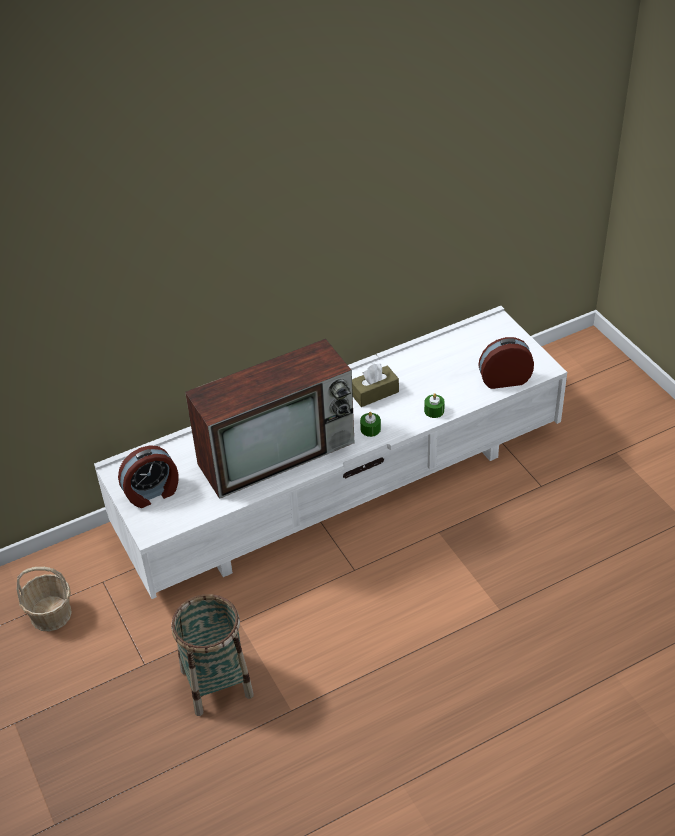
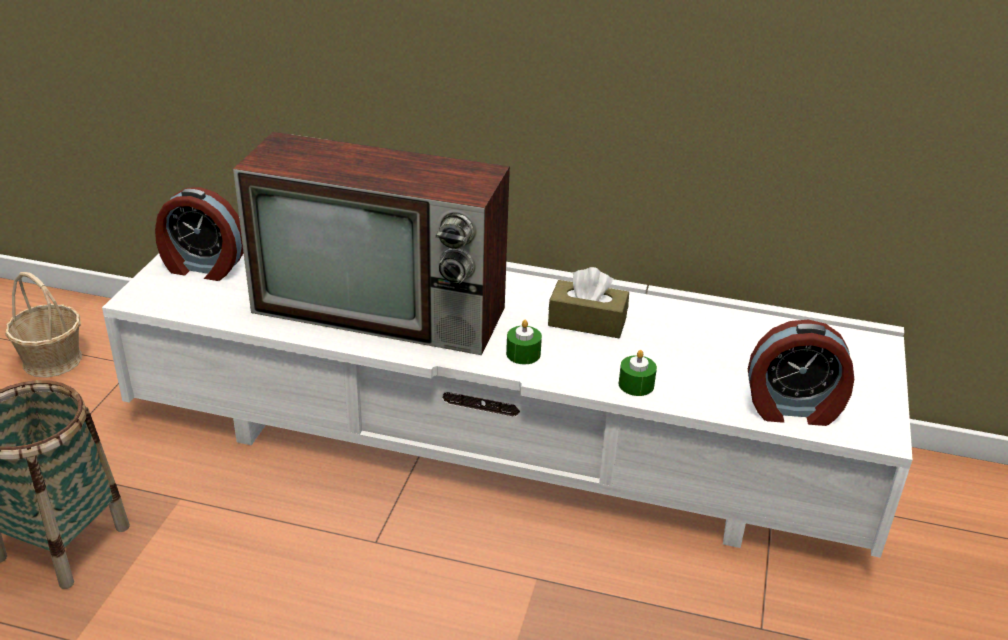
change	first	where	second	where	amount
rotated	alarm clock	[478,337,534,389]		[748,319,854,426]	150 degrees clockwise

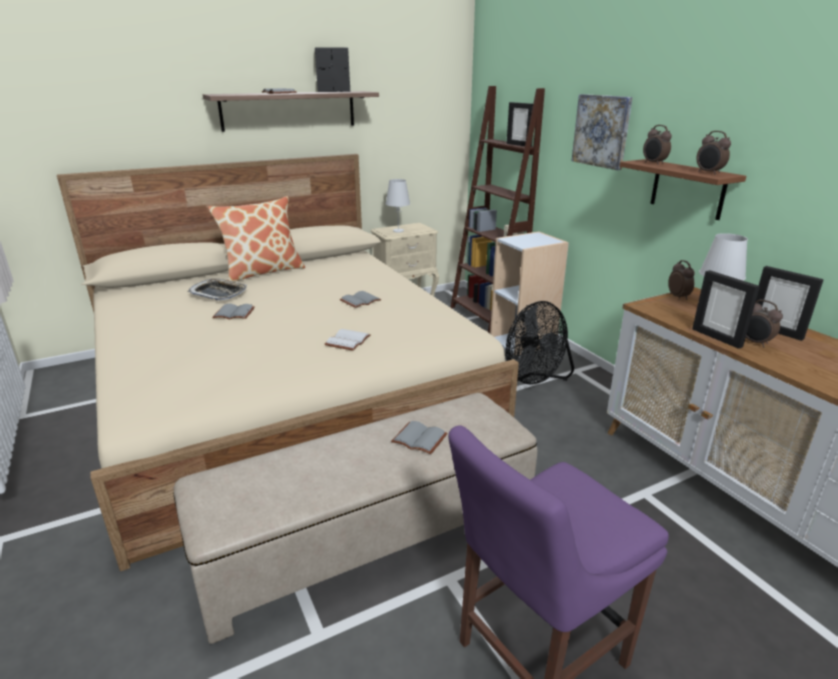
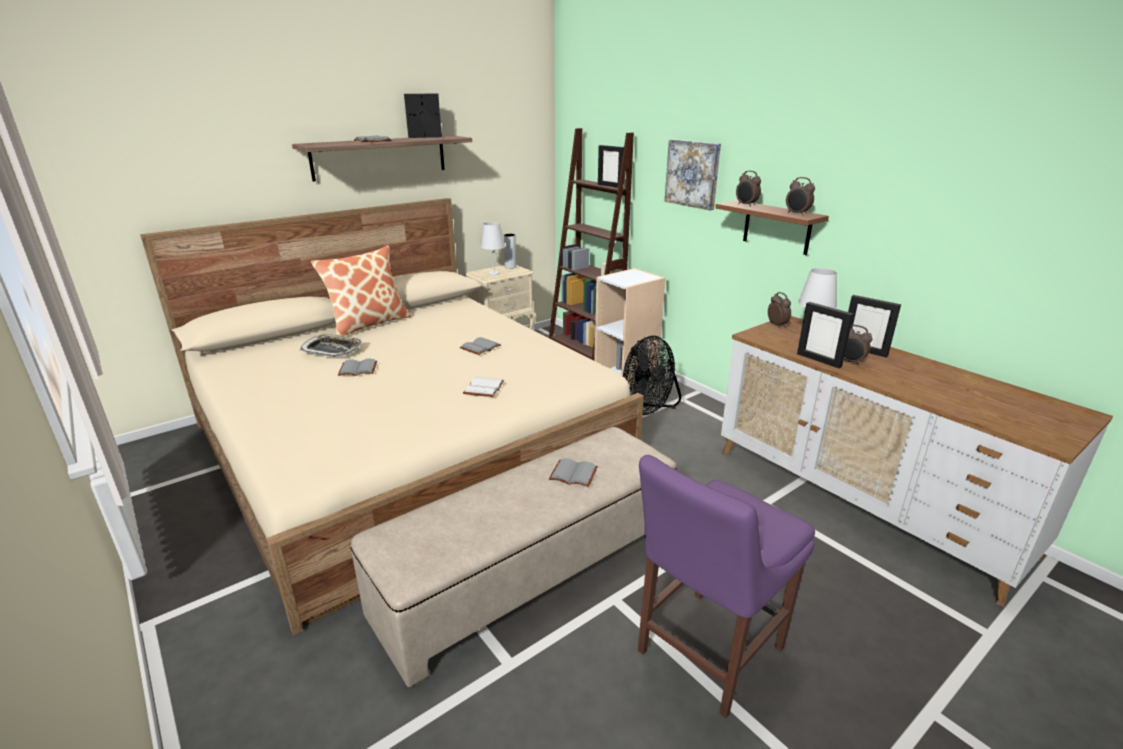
change	first	where	second	where	amount
new			vase (grey)	[503,234,517,269]	

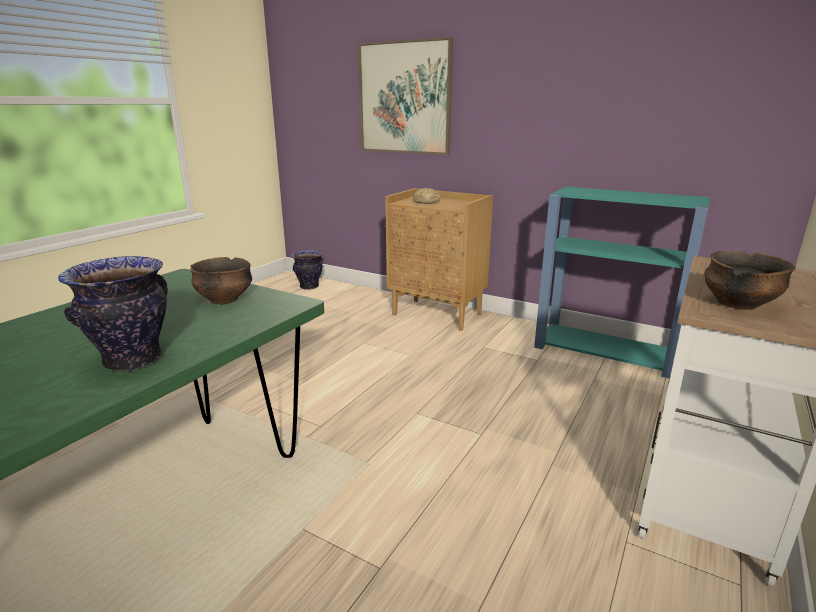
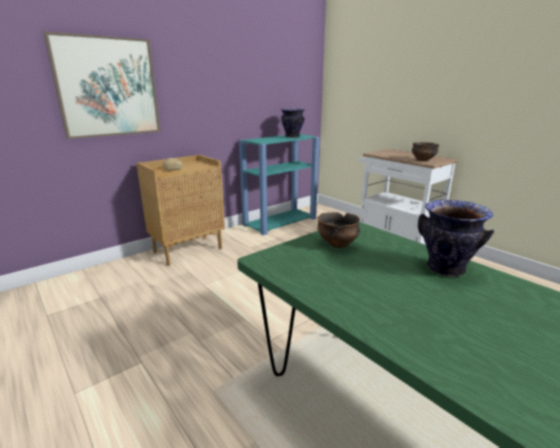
change	first	where	second	where	amount
shifted	vase	[291,250,323,290]		[281,109,305,138]	

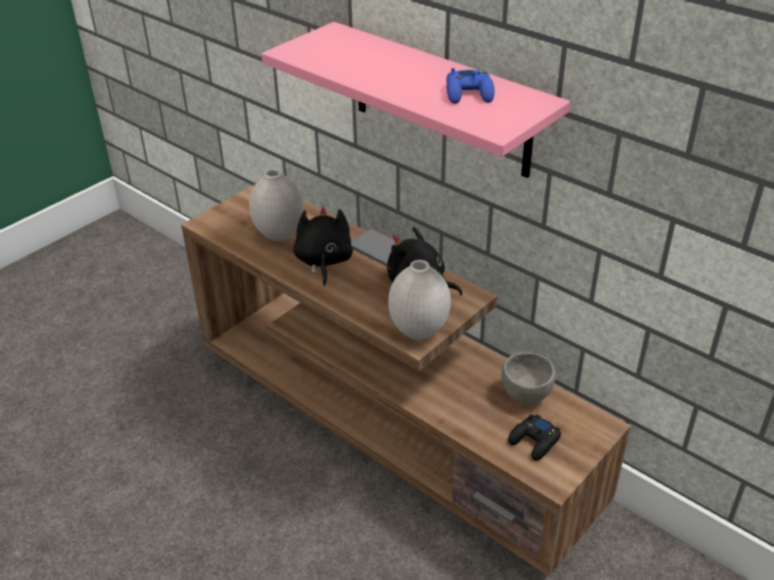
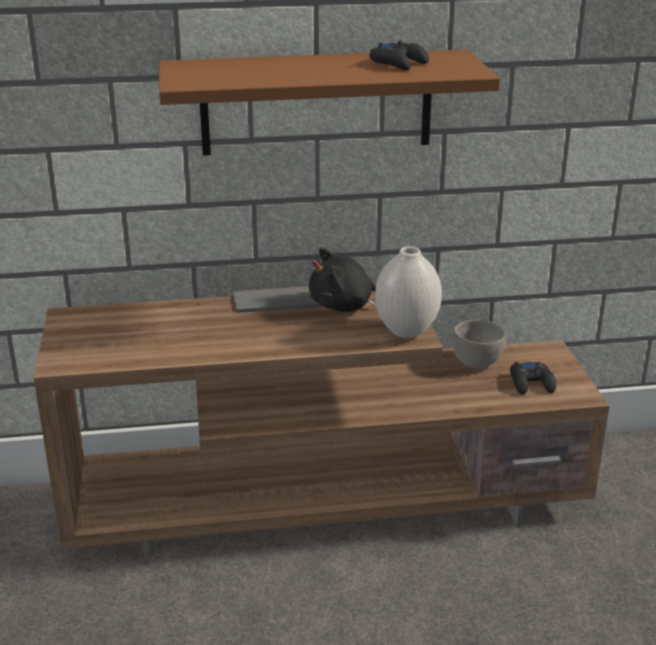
change	first	where	second	where	amount
gone	vase (white)	[249,169,304,241]			
gone	plush toy (black)	[293,206,353,286]			
repainted	shelf (pink)	[261,22,570,178]	shelf (brown)	[159,49,500,156]	
repainted	game controller (blue)	[446,68,495,104]	game controller (black)	[369,40,429,70]	

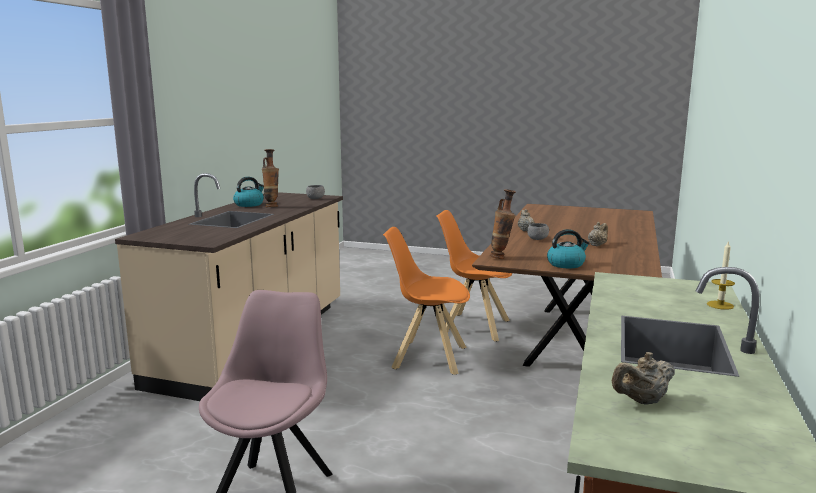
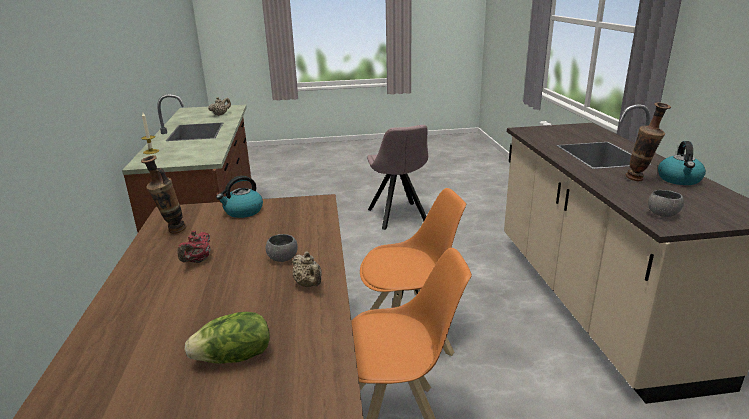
change	first	where	second	where	amount
new			lettuce	[185,312,270,364]	
shifted	vase	[490,190,516,259]		[141,155,186,234]	
repainted	teapot (beige)	[588,222,608,246]	teapot (red)	[177,231,211,263]	

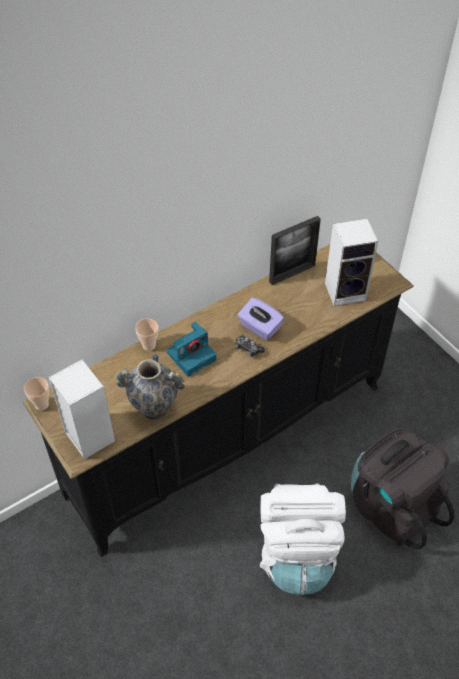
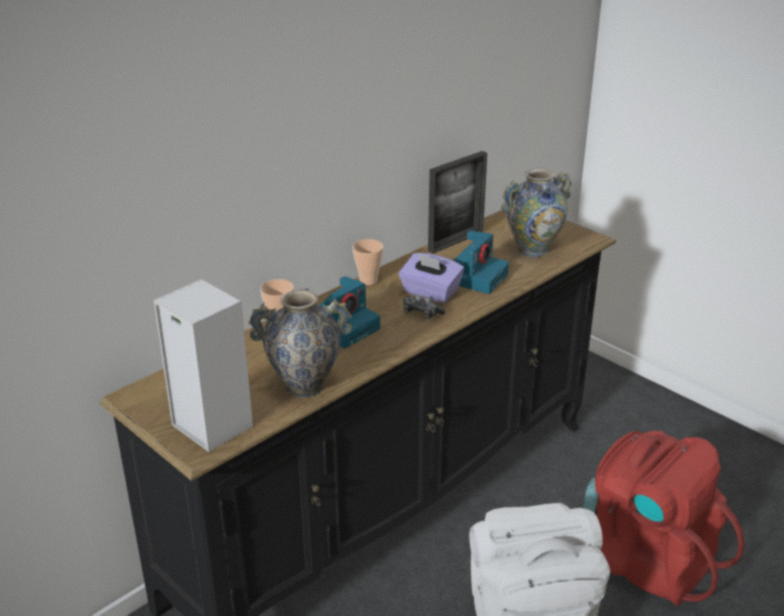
change	first	where	second	where	amount
new			photo camera	[453,230,509,294]	
shifted	cup	[24,377,49,411]		[352,239,384,285]	
swapped	speaker	[325,219,378,306]	vase	[501,168,572,257]	
repainted	backpack (black)	[351,429,454,549]	backpack (red)	[583,431,745,605]	

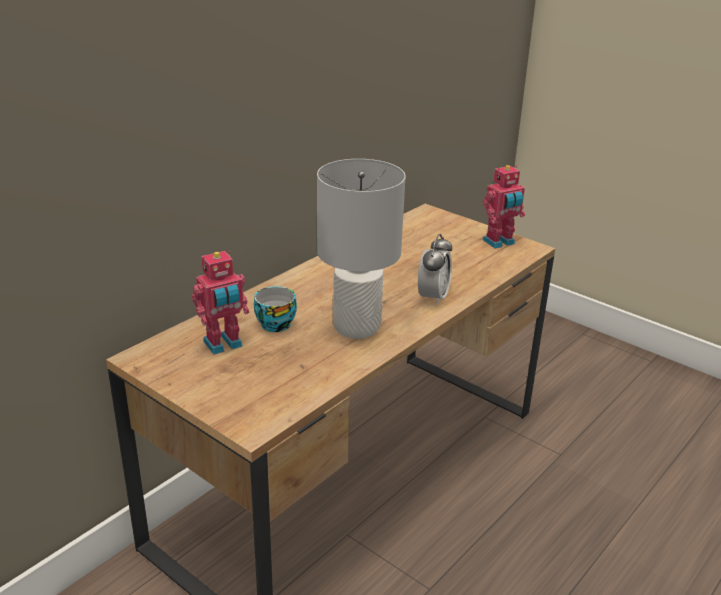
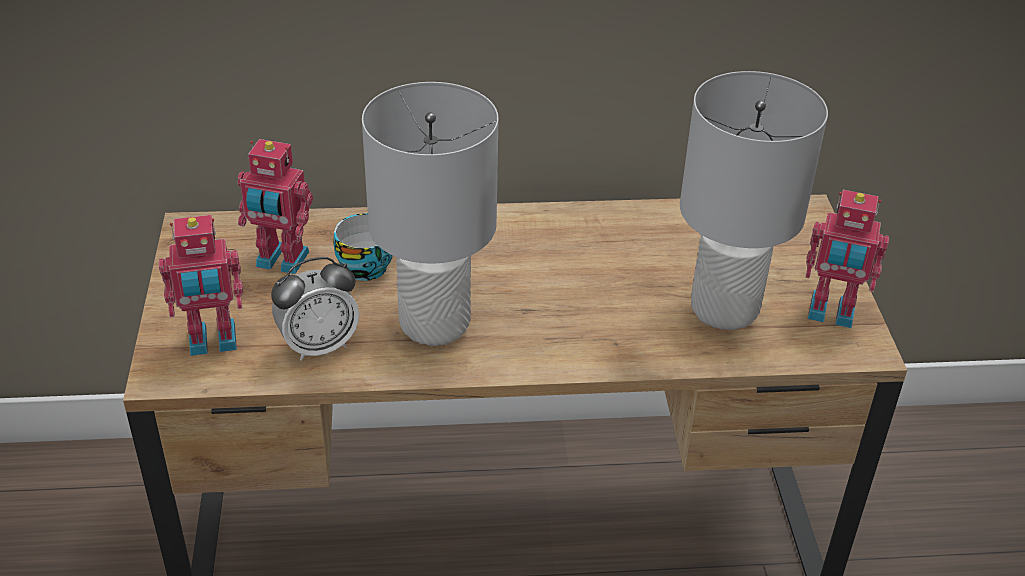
change	first	where	second	where	amount
new			toy robot	[159,215,243,356]	
new			table lamp (grey)	[680,71,828,330]	
shifted	alarm clock	[418,234,452,305]		[271,257,359,361]	

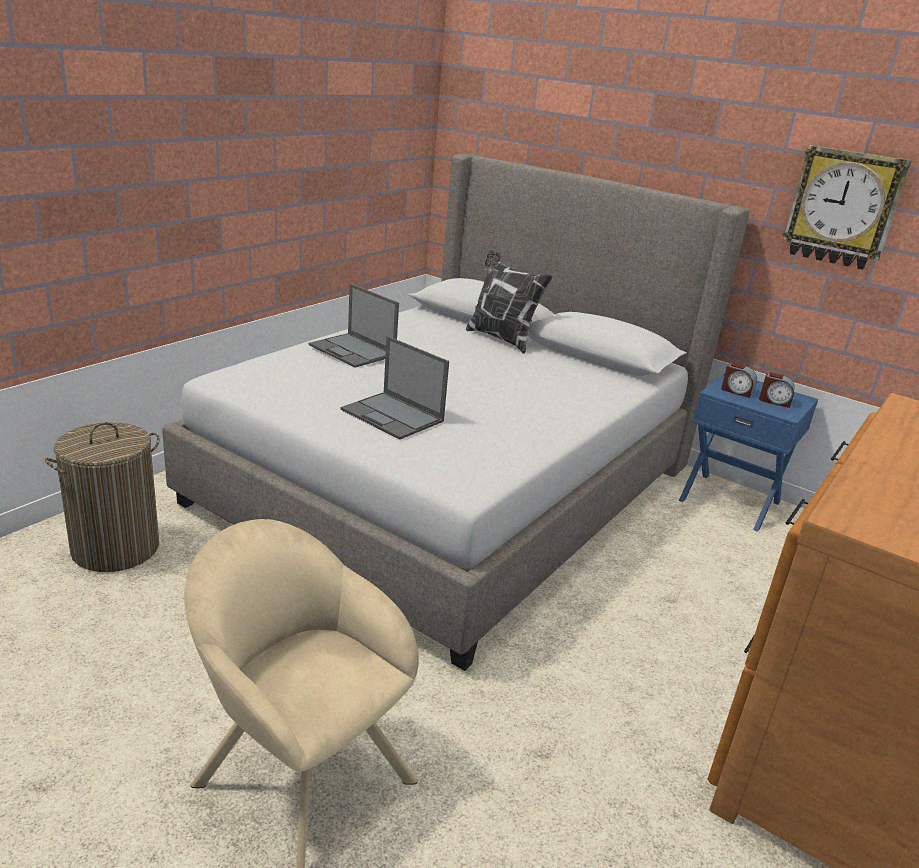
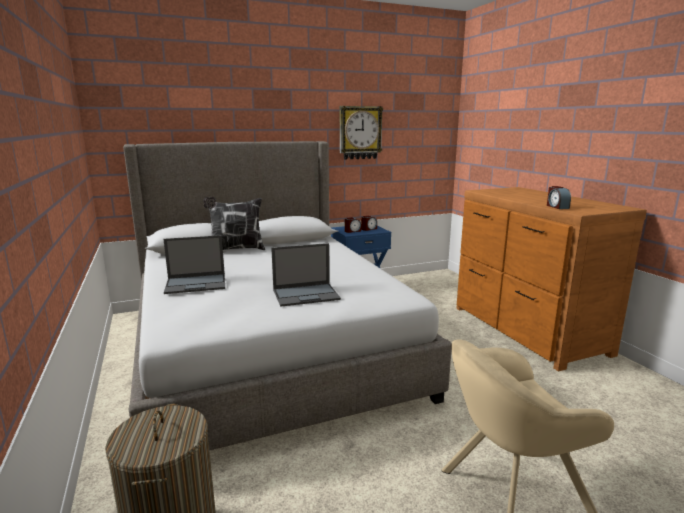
change	first	where	second	where	amount
new			alarm clock	[547,186,571,209]	

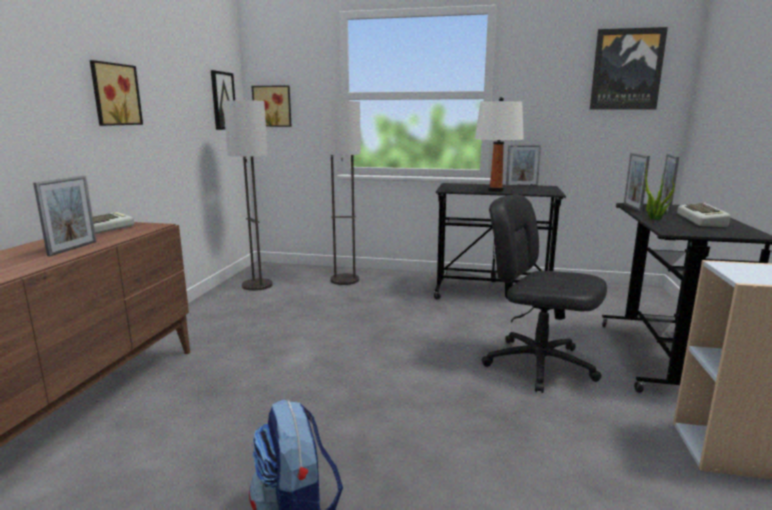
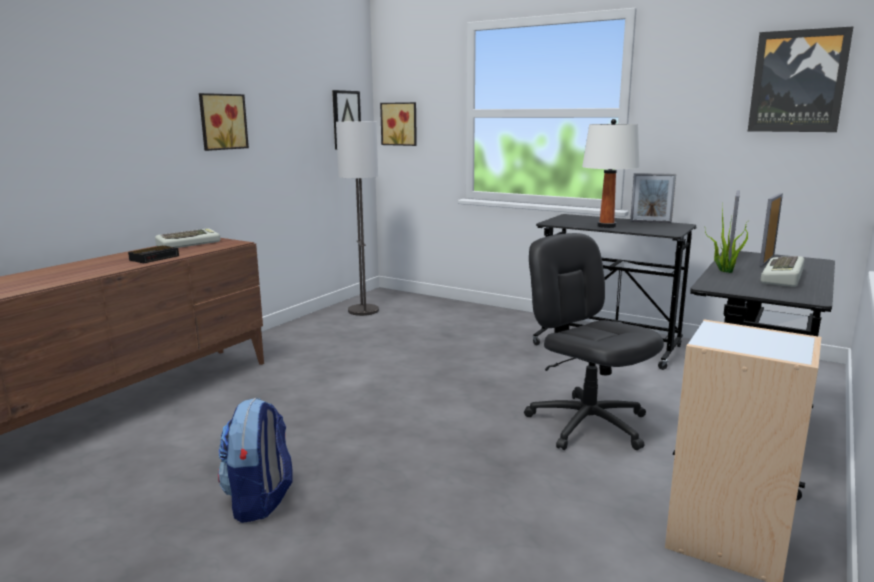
change	first	where	second	where	amount
gone	floor lamp	[321,101,361,285]			
swapped	picture frame	[33,176,97,256]	alarm clock	[128,245,179,263]	

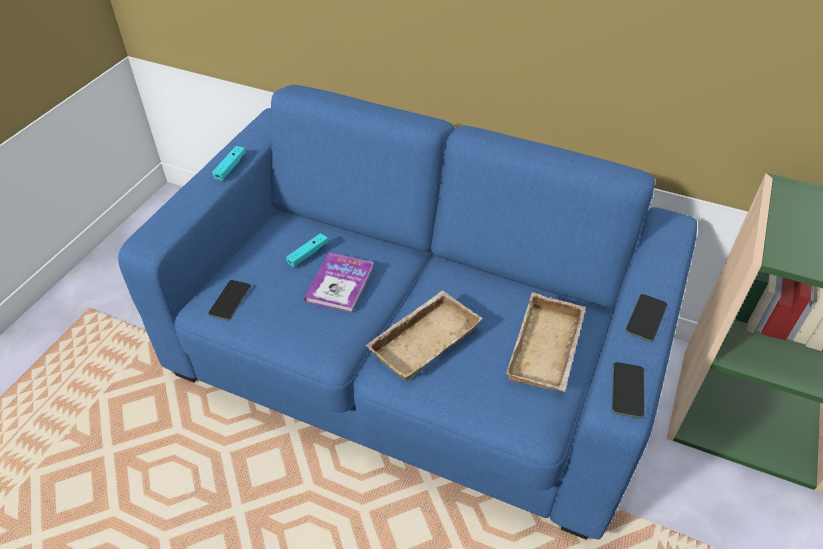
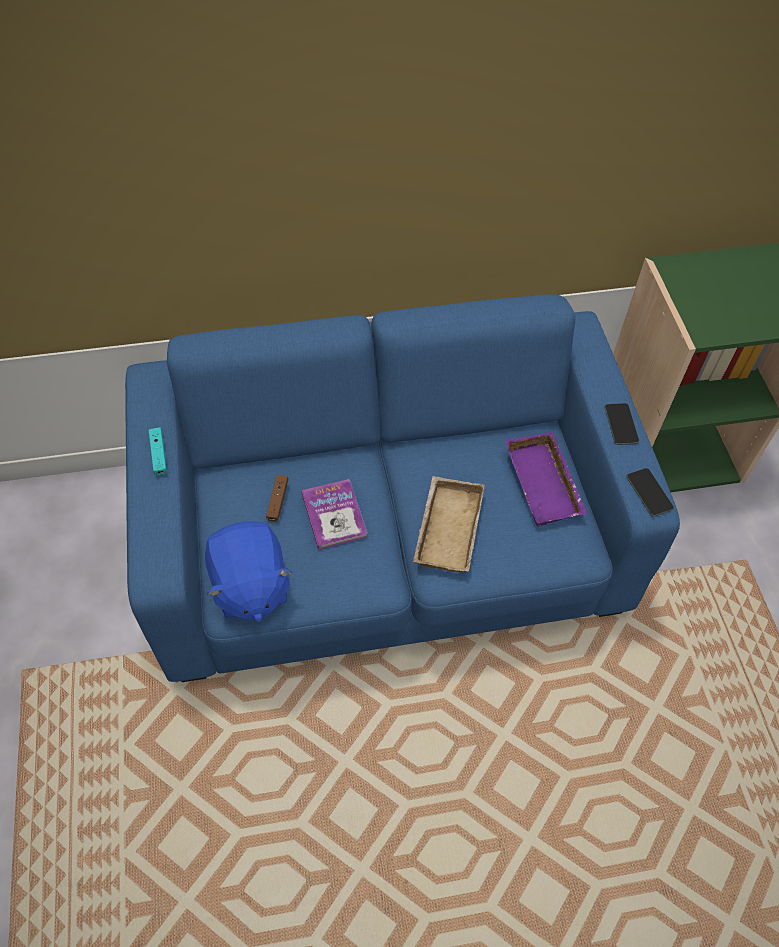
change	first	where	second	where	amount
swapped	phone	[208,280,251,321]	plush toy (blue)	[205,521,292,622]	
repainted	game controller (turquoise)	[286,233,328,267]	game controller (brown)	[266,475,288,522]	
repainted	tray (beige)	[506,292,586,392]	tray (purple)	[505,432,587,527]	

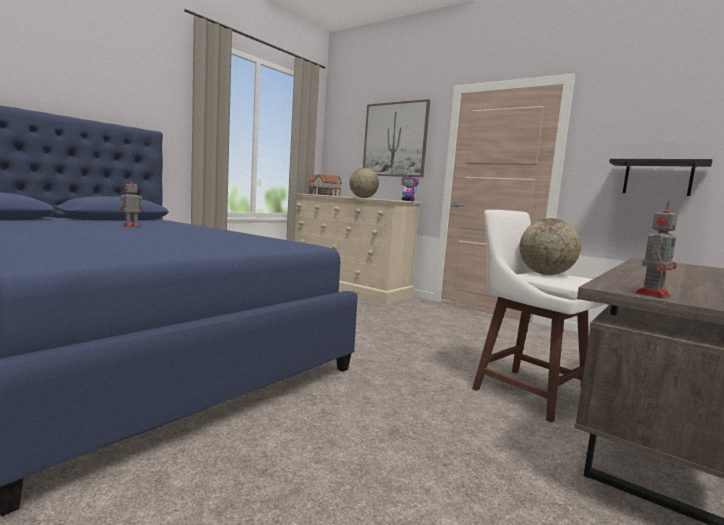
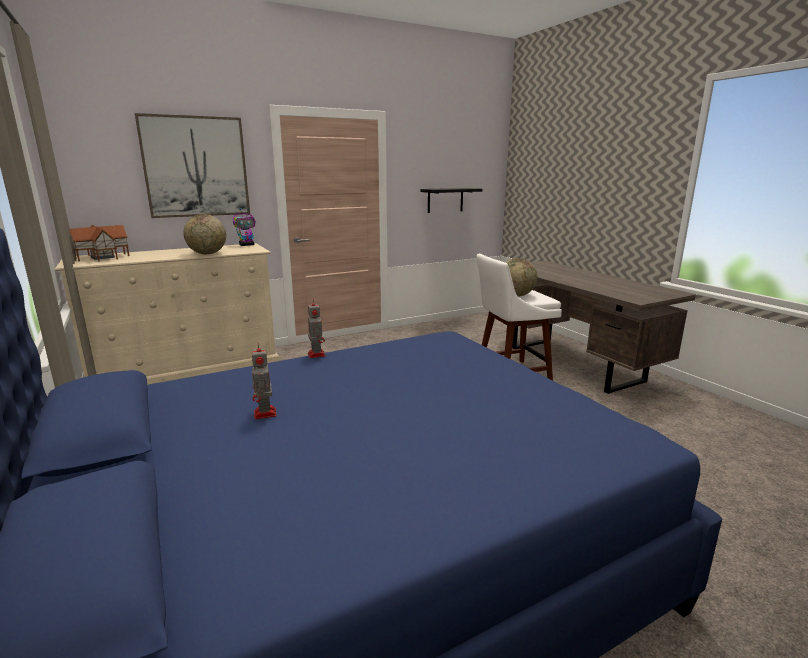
change	first	where	second	where	amount
shifted	toy robot	[635,201,678,298]		[308,299,326,358]	

